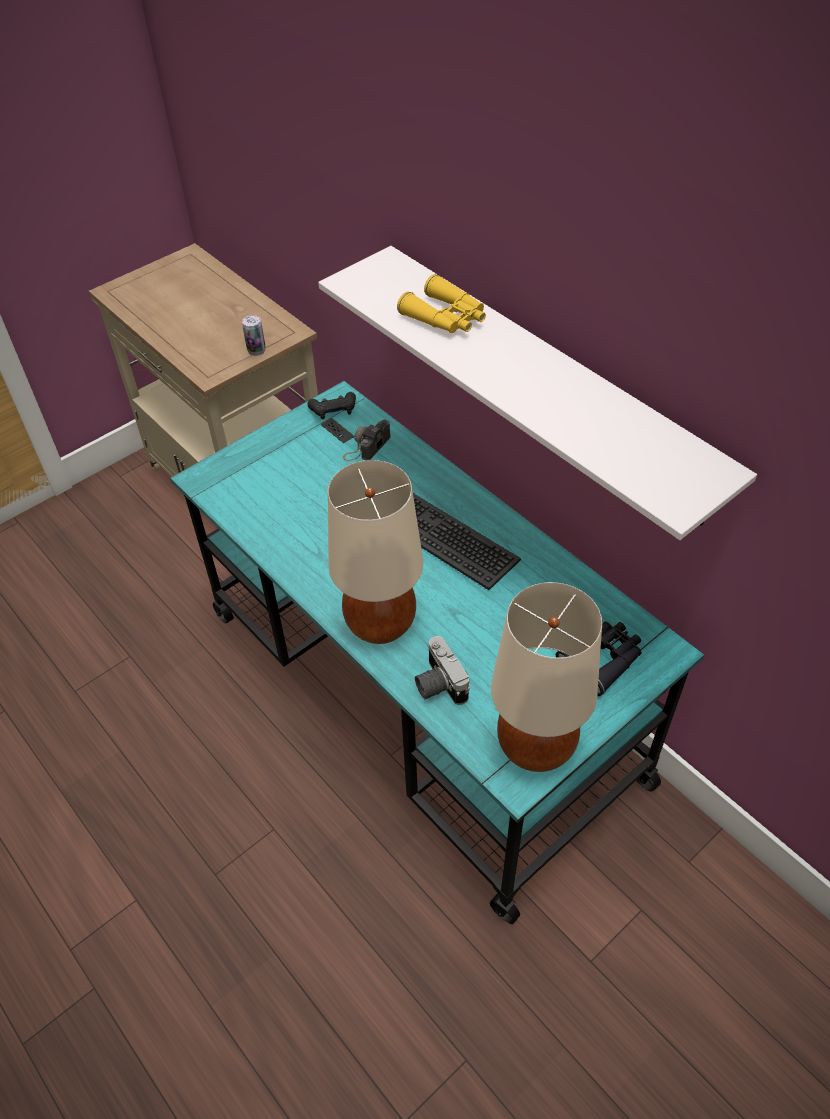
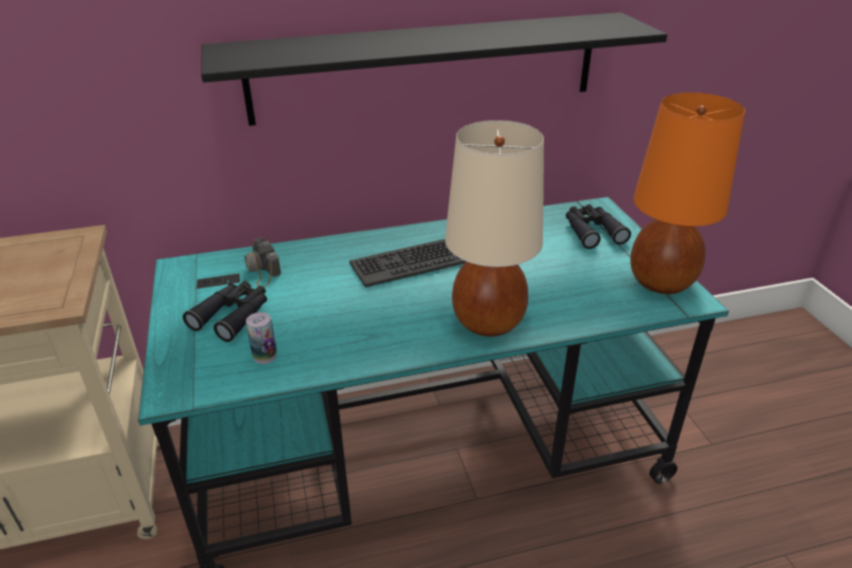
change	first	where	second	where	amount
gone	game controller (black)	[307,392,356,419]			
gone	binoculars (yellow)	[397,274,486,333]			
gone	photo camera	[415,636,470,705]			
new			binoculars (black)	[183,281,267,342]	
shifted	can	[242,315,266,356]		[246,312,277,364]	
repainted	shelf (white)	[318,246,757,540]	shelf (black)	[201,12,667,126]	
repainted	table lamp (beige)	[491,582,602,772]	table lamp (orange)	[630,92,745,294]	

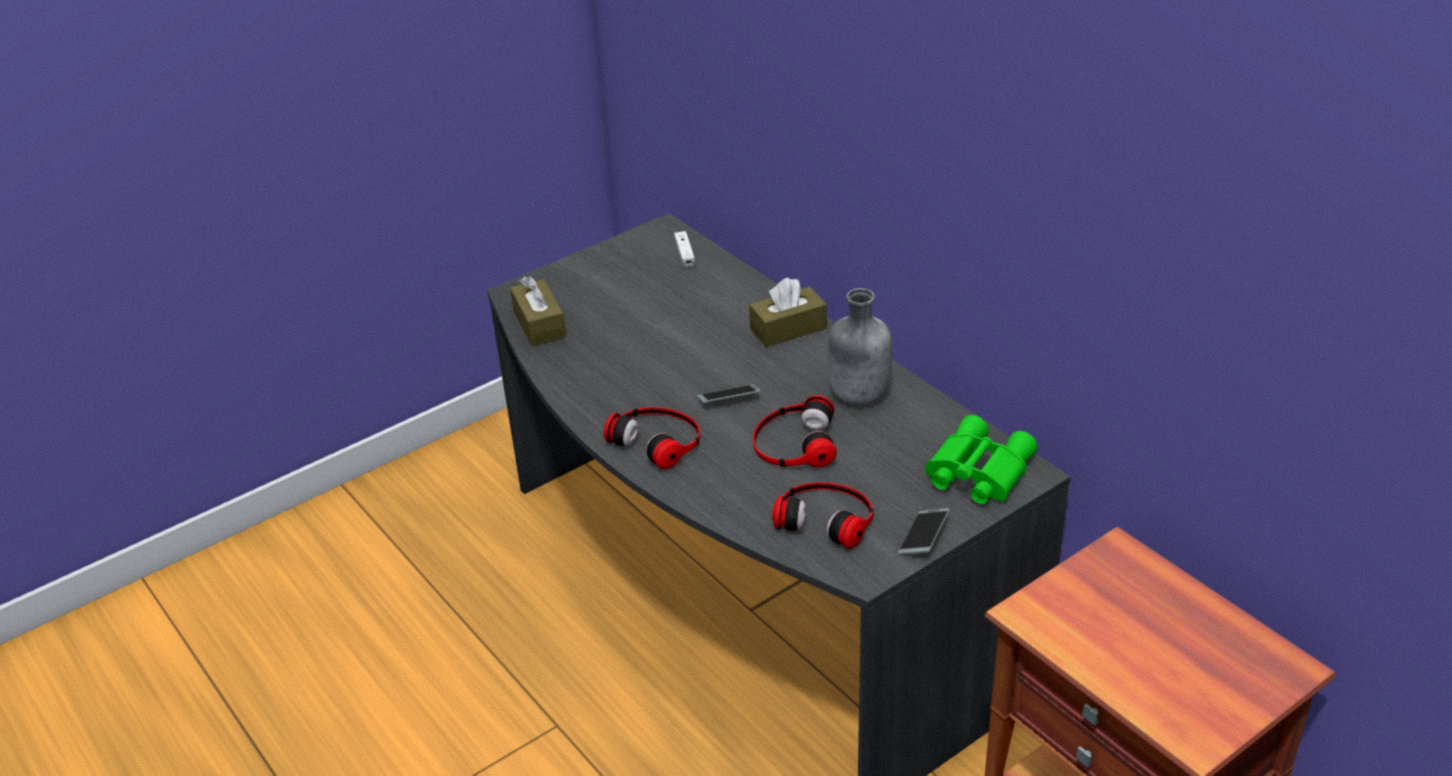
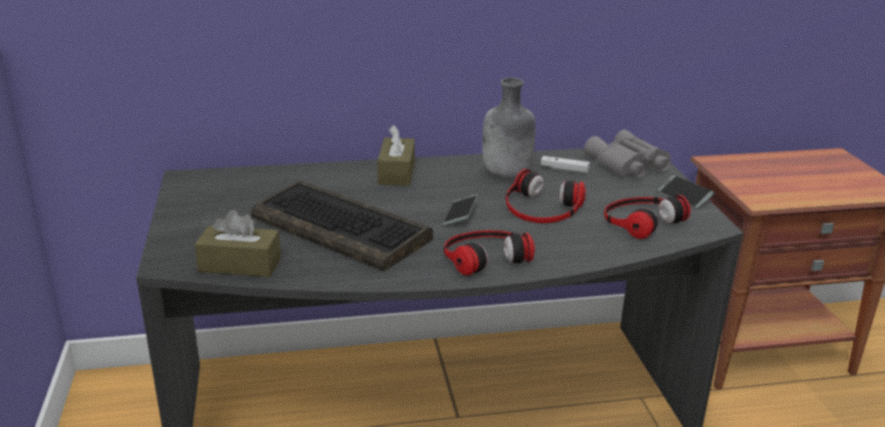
change	first	where	second	where	amount
new			keyboard	[251,181,433,271]	
shifted	game controller (white)	[674,231,695,267]		[541,156,590,174]	
repainted	binoculars (green)	[925,415,1038,504]	binoculars (grey)	[584,130,671,178]	

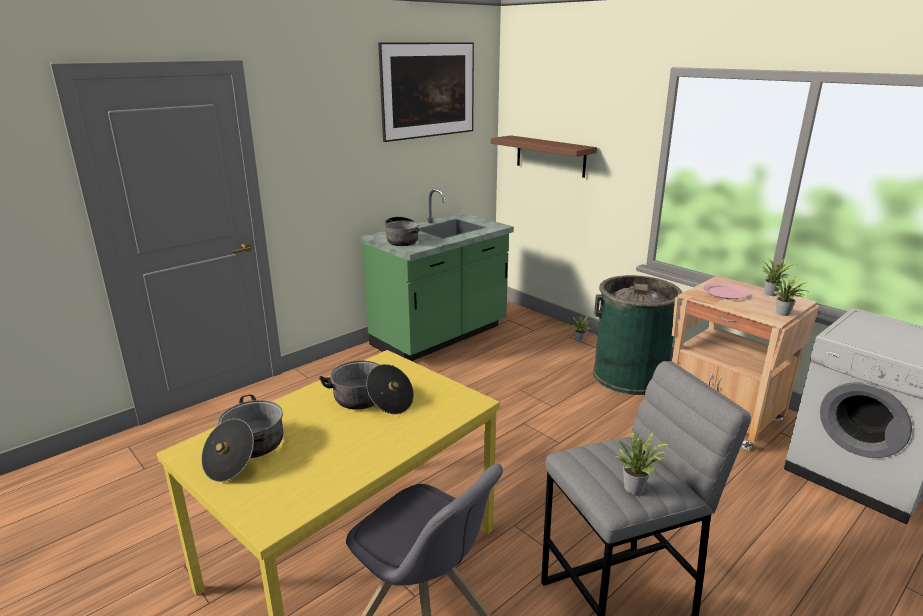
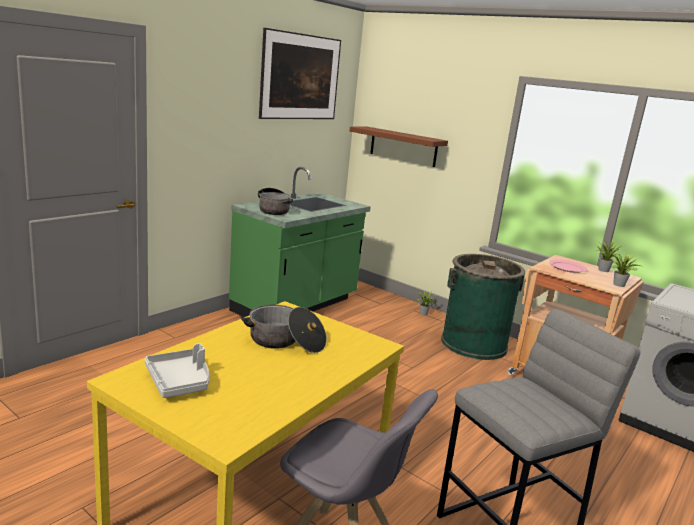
change	first	where	second	where	amount
gone	potted plant	[613,430,670,494]			
swapped	cooking pot	[201,395,283,482]	tray (grey)	[145,343,209,398]	

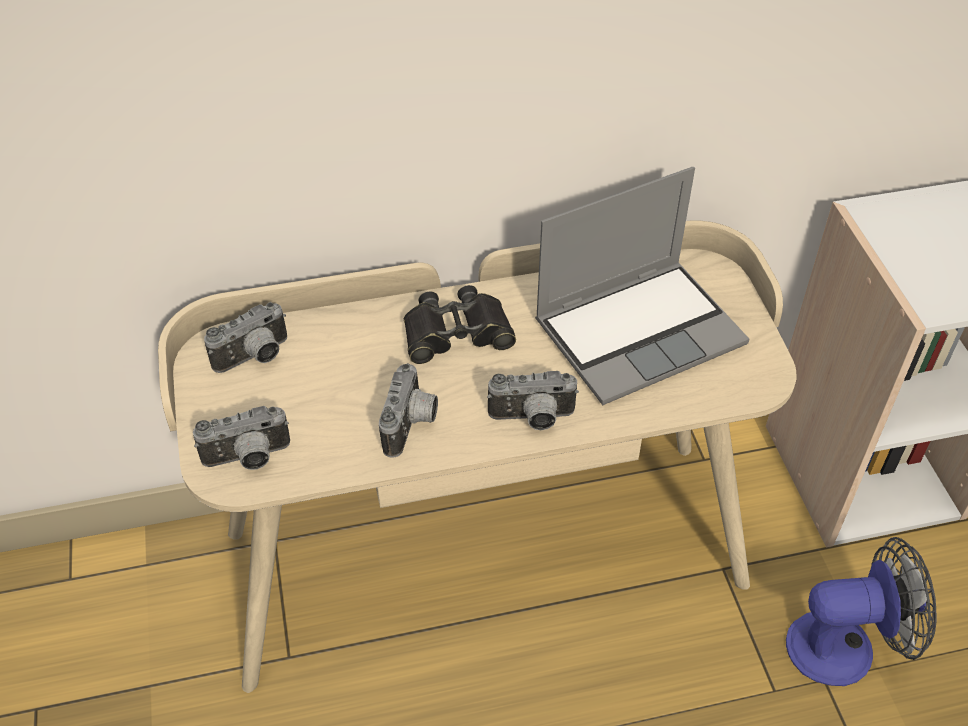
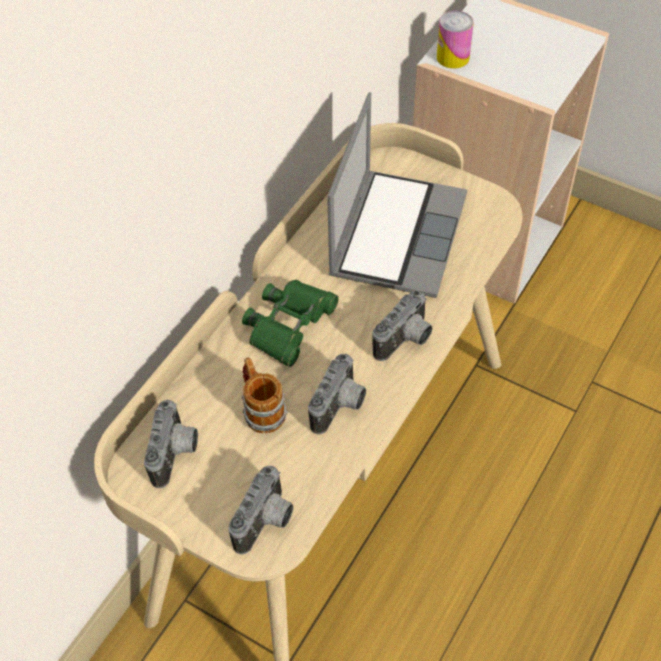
change	first	where	second	where	amount
gone	fan	[786,537,937,686]			
new			mug	[242,358,288,433]	
new			can	[437,11,474,69]	
repainted	binoculars (black)	[404,285,516,364]	binoculars (green)	[242,280,339,367]	
rotated	photo camera	[379,363,438,458]		[308,354,366,435]	60 degrees clockwise

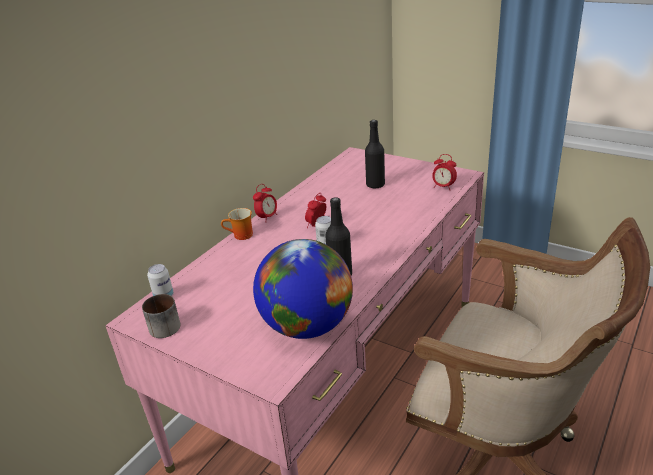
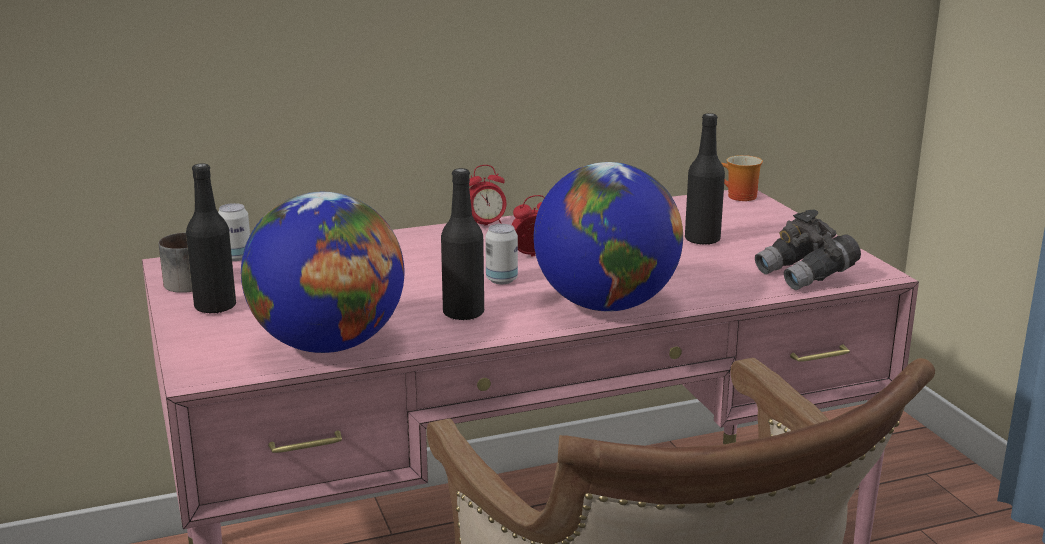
change	first	where	second	where	amount
new			bottle (black)	[186,163,236,314]	
new			globe	[534,162,683,311]	
shifted	mug	[221,208,253,240]		[722,155,763,201]	
swapped	alarm clock	[432,154,457,190]	binoculars (grey)	[755,209,861,290]	

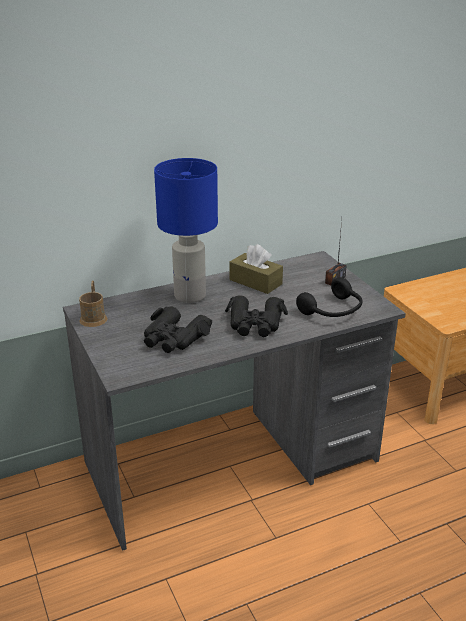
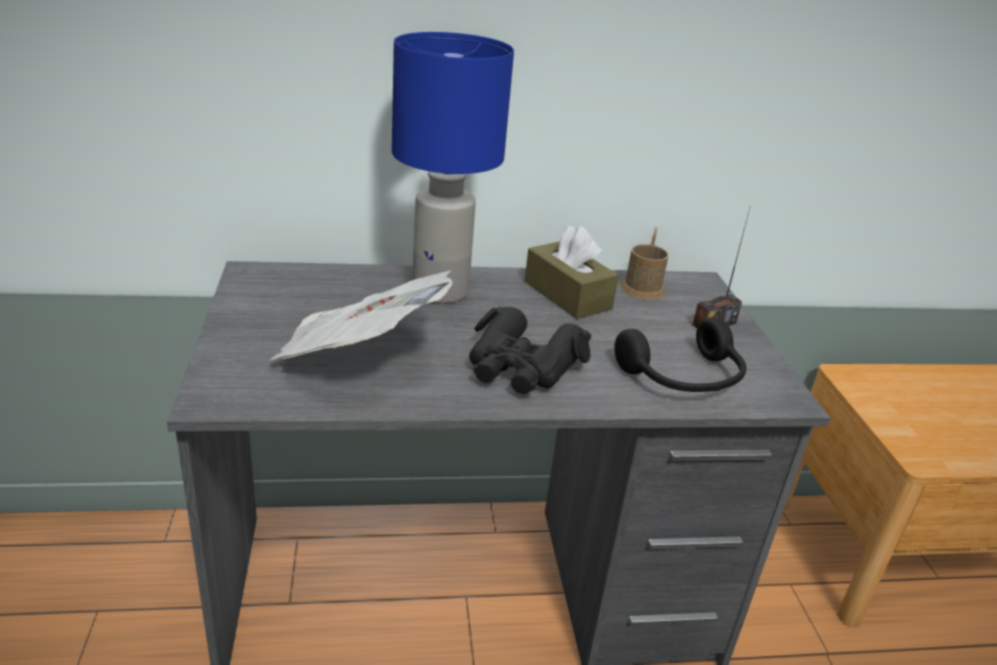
change	first	where	second	where	amount
shifted	mug (brown)	[79,280,108,327]		[620,227,669,300]	
swapped	binoculars (black)	[144,306,212,353]	newspaper	[270,271,453,360]	

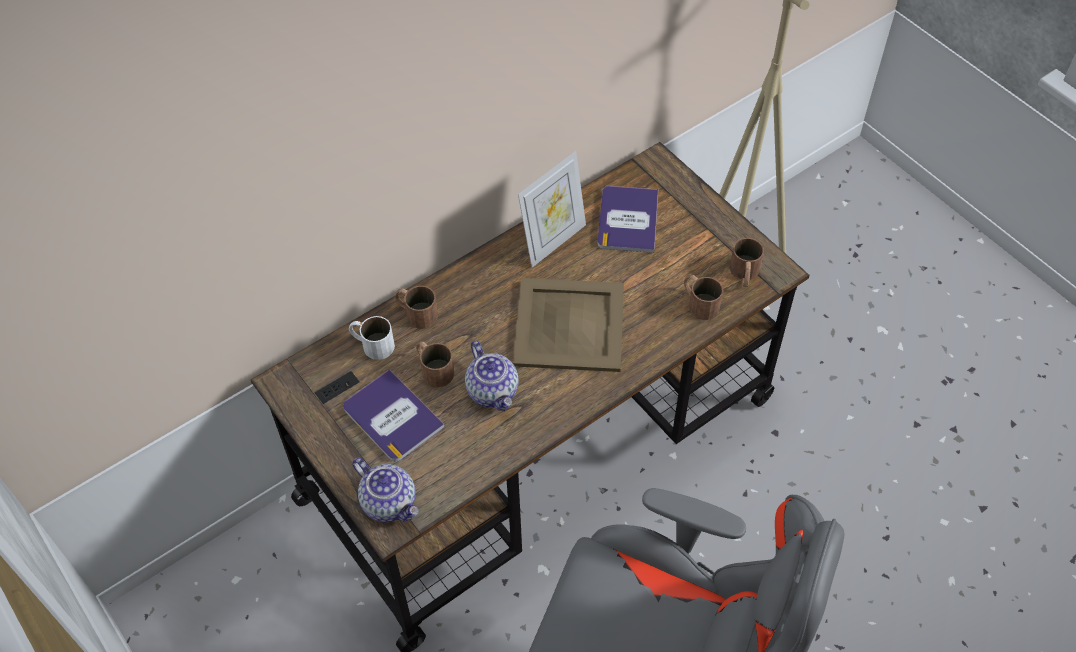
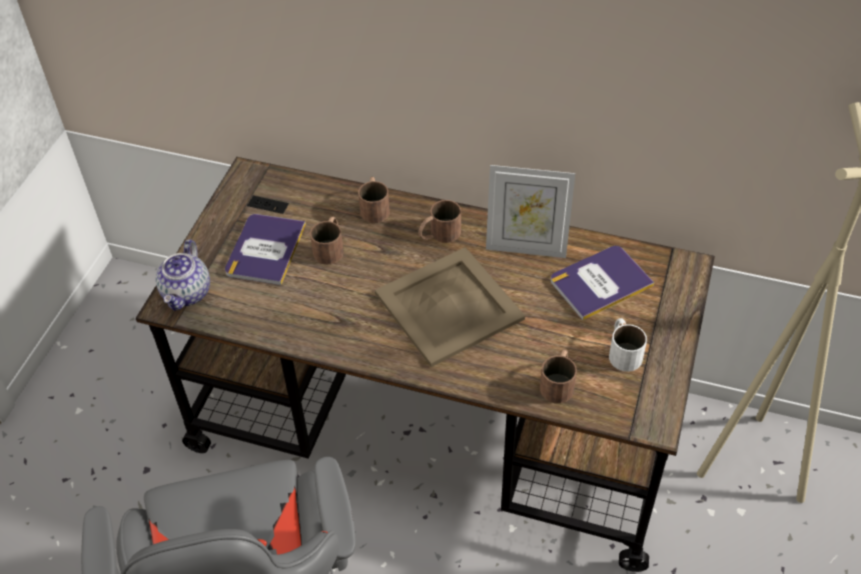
change	first	where	second	where	amount
gone	teapot	[465,341,519,411]			
shifted	mug (white)	[349,316,395,360]		[609,318,647,372]	
shifted	mug (brown)	[730,238,764,287]		[418,200,461,243]	

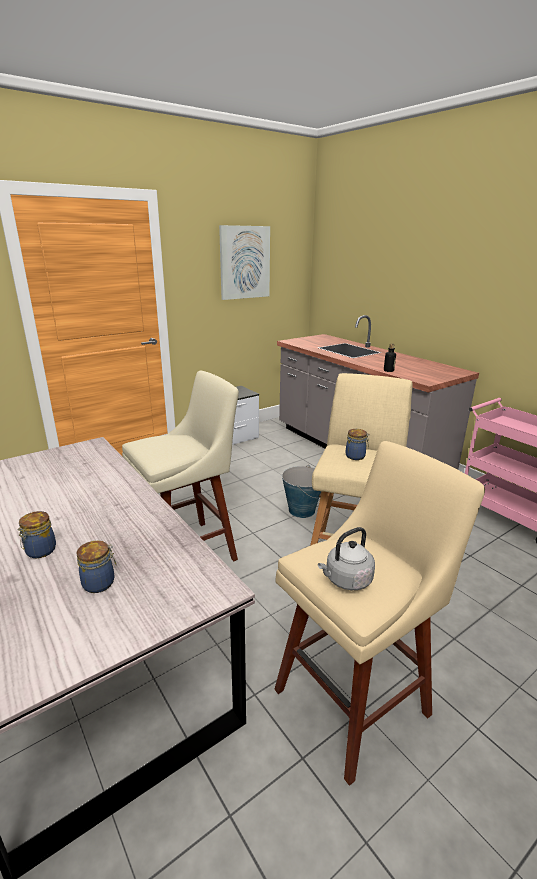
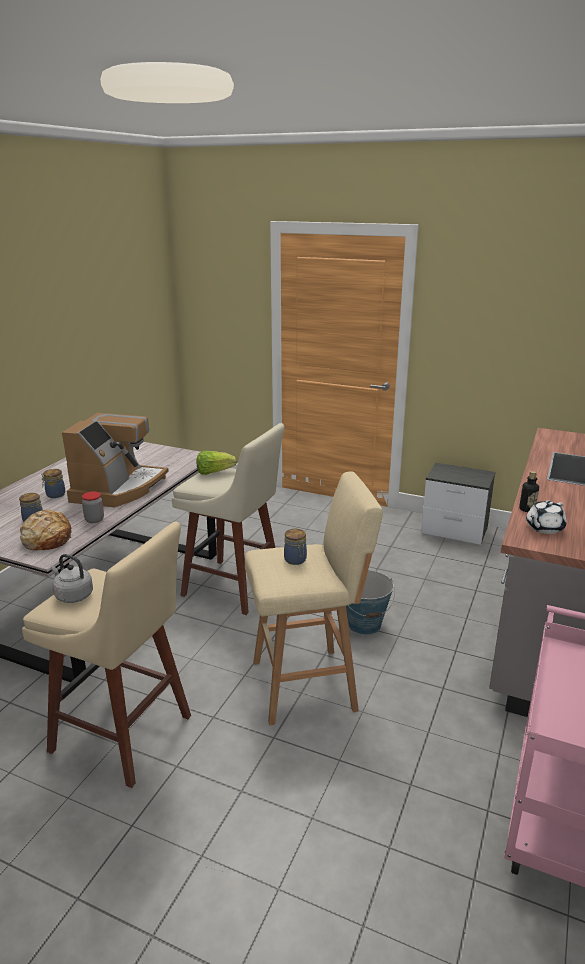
change	first	where	second	where	amount
gone	picture	[219,225,270,300]			
new			bread	[20,509,71,550]	
new			coffee machine	[62,413,169,508]	
new			jar	[82,491,104,523]	
new			lettuce	[196,451,236,475]	
new			teapot (white)	[526,501,567,534]	

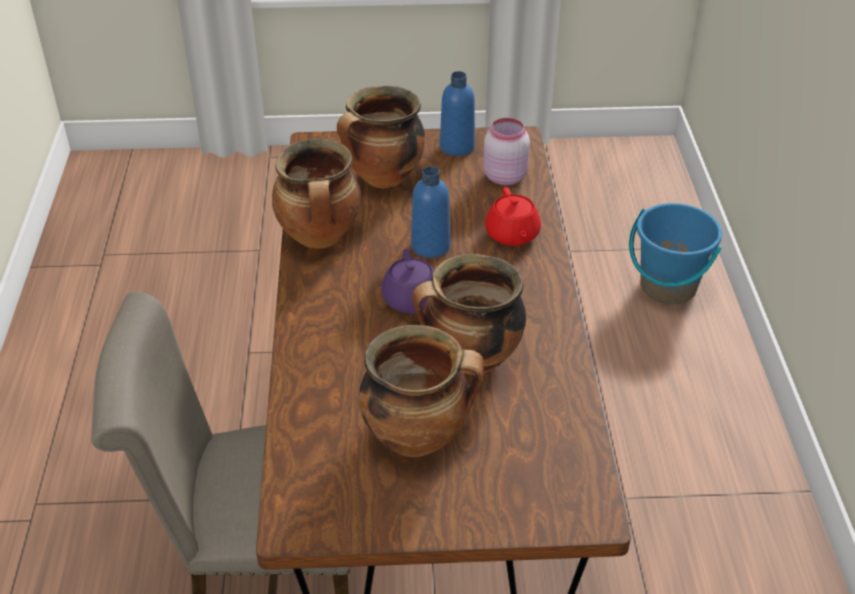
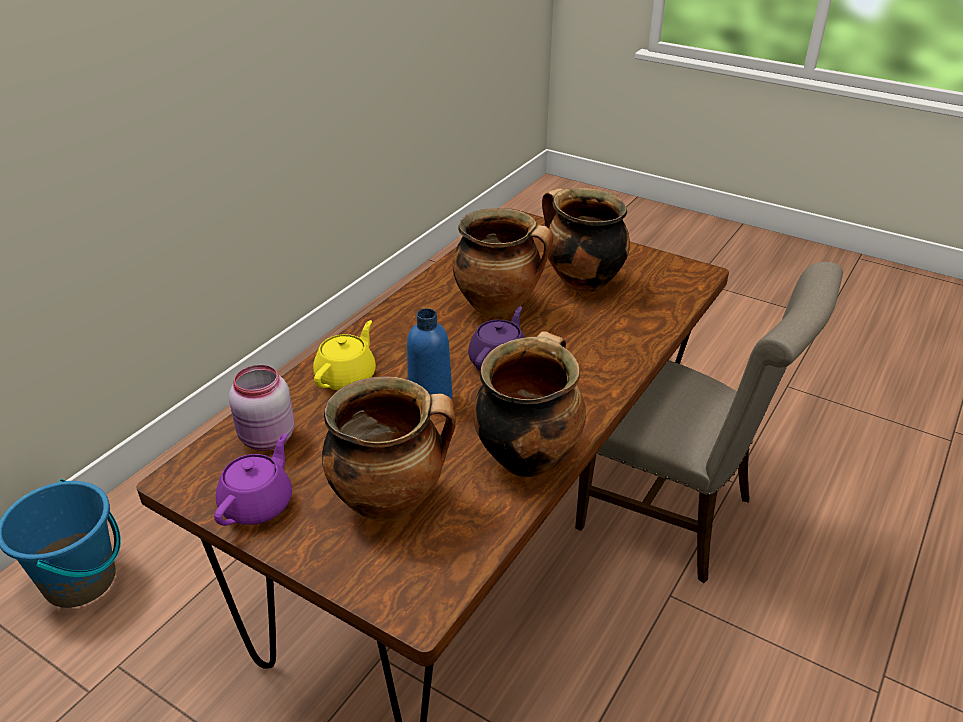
change	first	where	second	where	amount
swapped	bottle (blue)	[440,71,475,156]	teapot (purple)	[214,433,292,526]	
repainted	teapot (red)	[485,187,541,246]	teapot (yellow)	[313,320,376,390]	

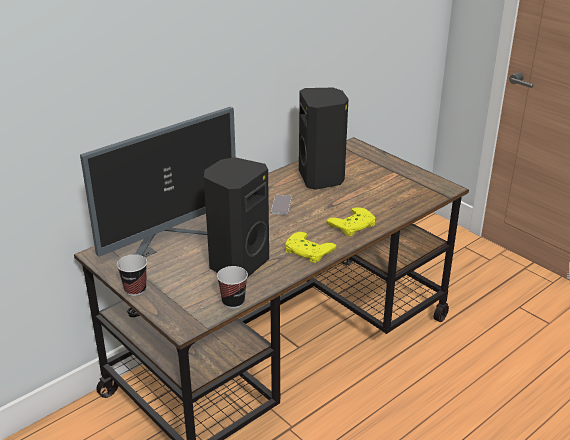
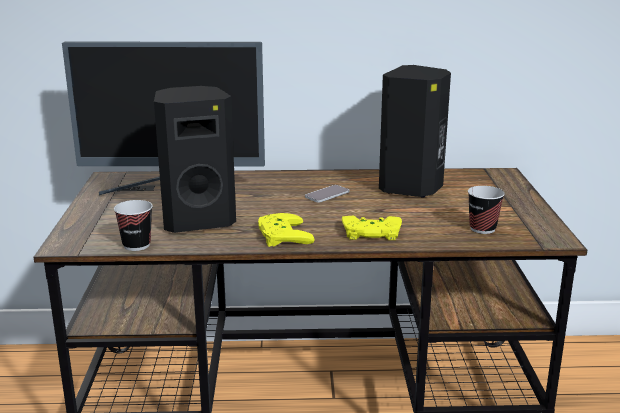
change	first	where	second	where	amount
shifted	cup	[117,254,147,296]		[468,186,505,234]	

